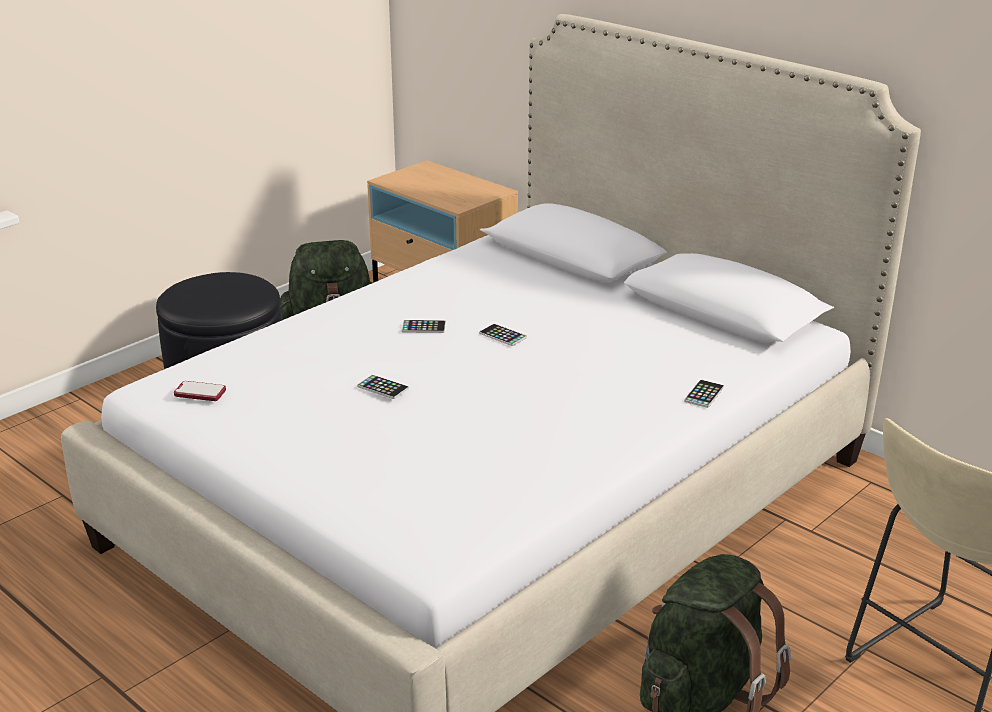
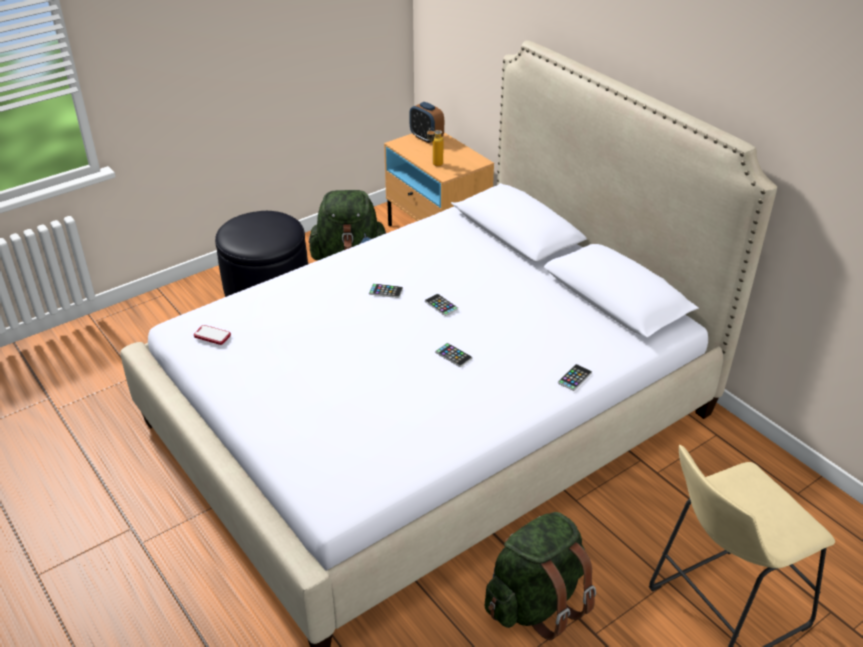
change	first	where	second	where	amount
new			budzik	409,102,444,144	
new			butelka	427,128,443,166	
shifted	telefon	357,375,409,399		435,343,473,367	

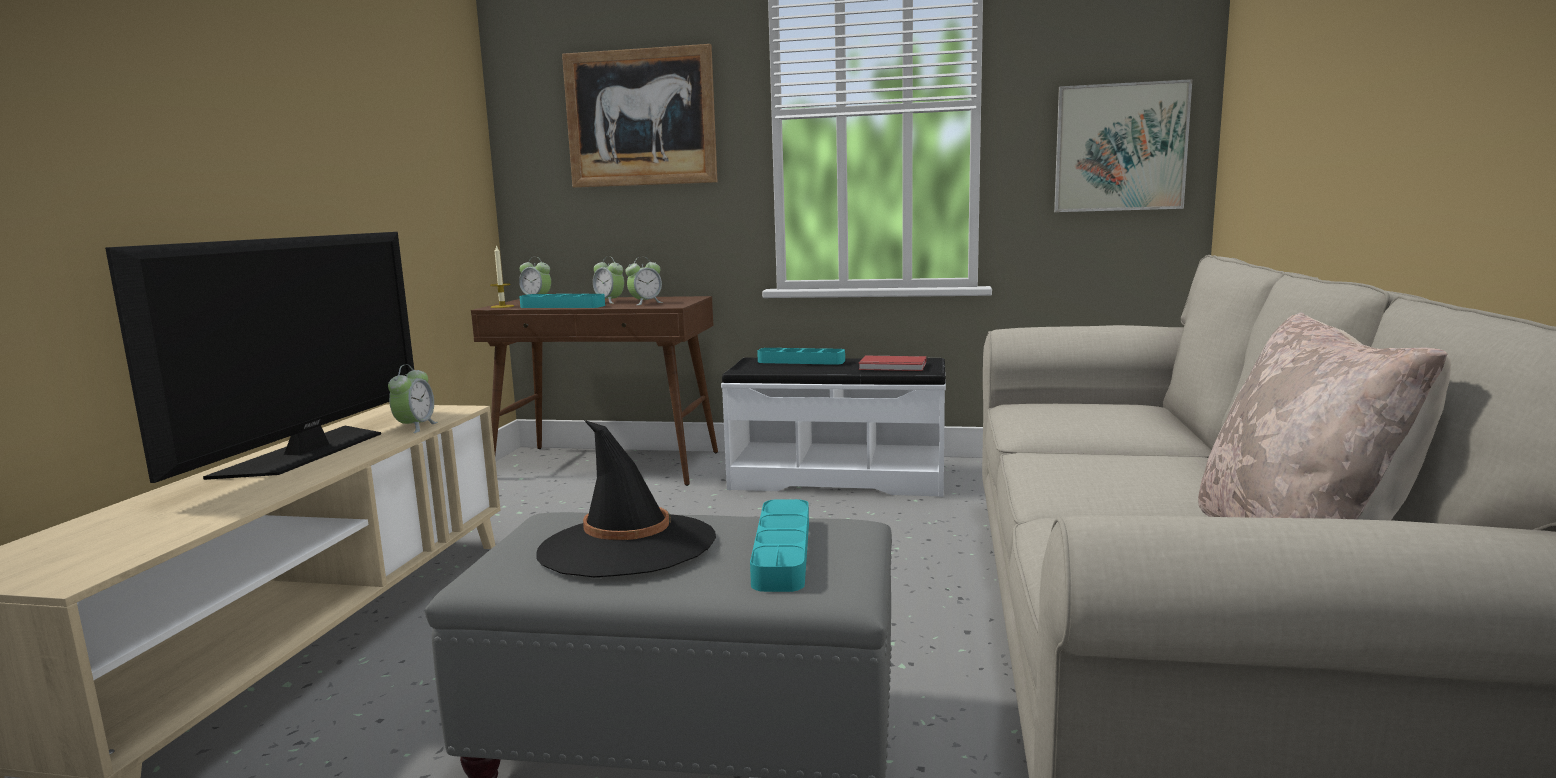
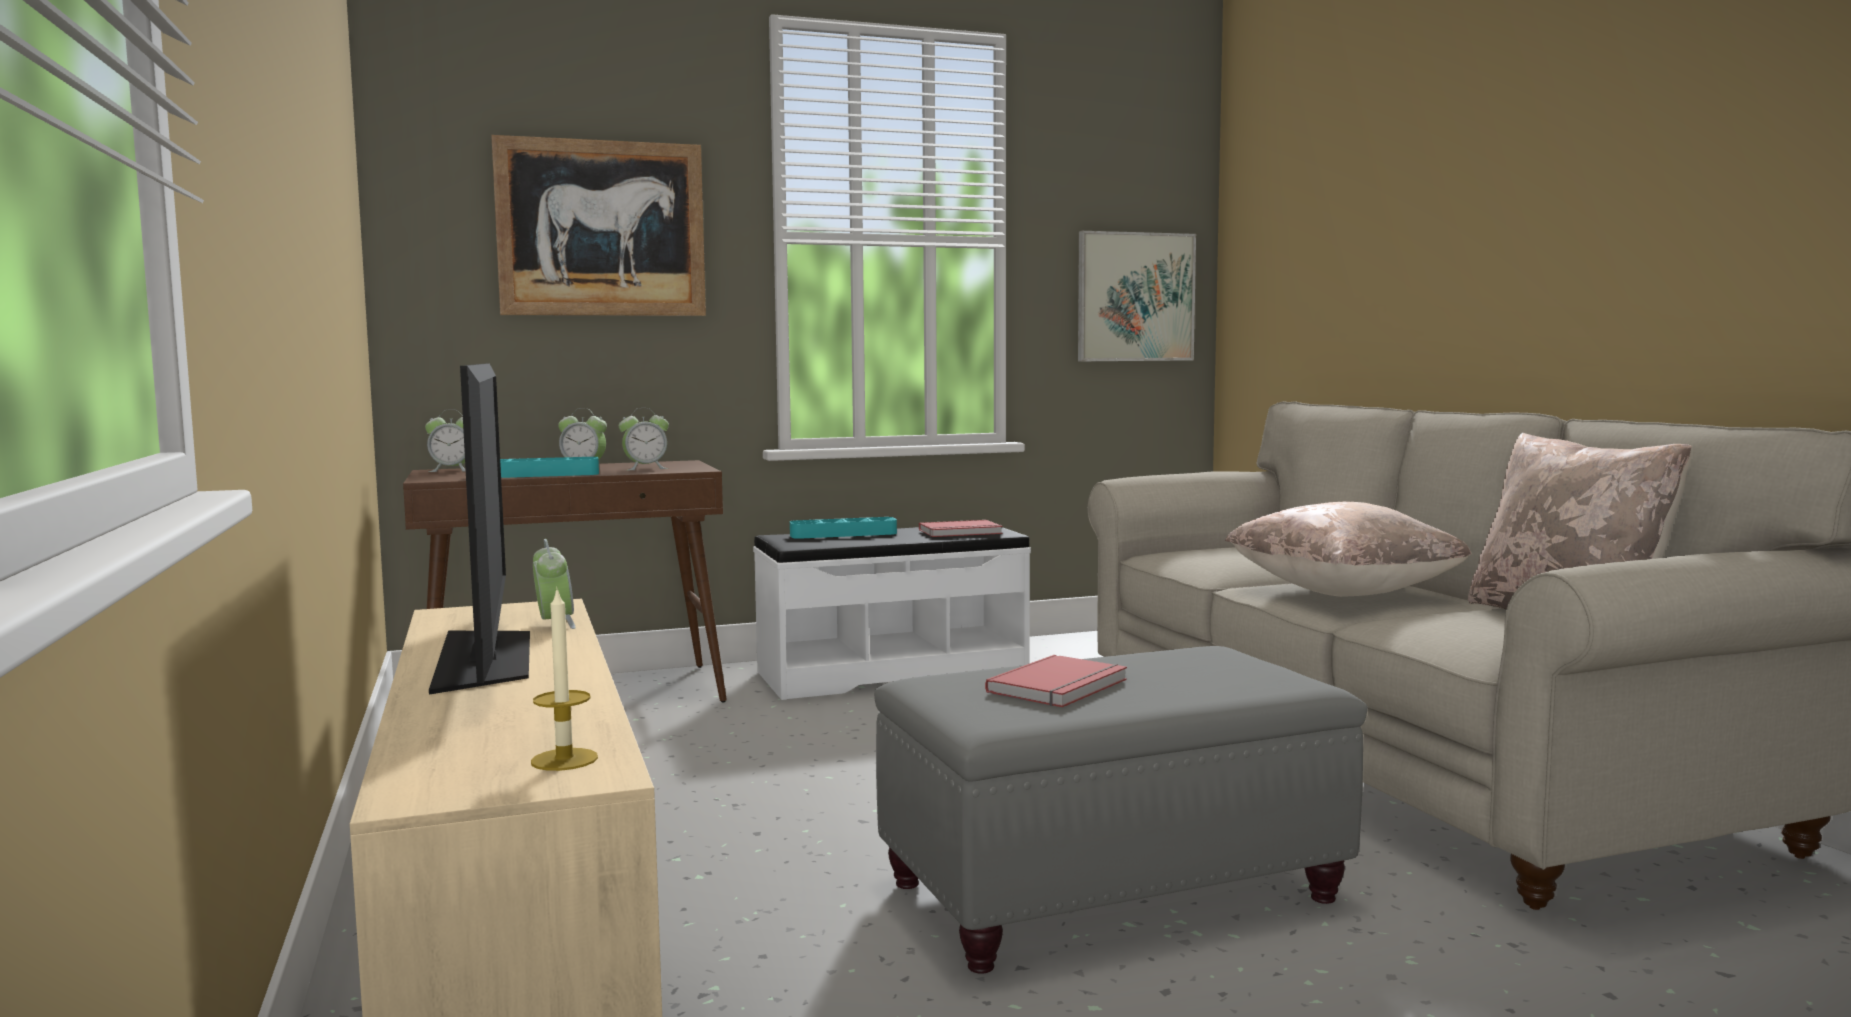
change	first	where	second	where	amount
gone	taca (turkusowy)	750,499,809,592			
new			poduszka (beżowy)	1225,502,1472,597	
shifted	świeca	490,245,514,308		531,587,598,771	
swapped	kapelusz (czarny)	537,420,716,577	książka (czerwony)	985,655,1127,707	
rotated	budzik	625,257,664,305		619,408,669,470	45 degrees clockwise

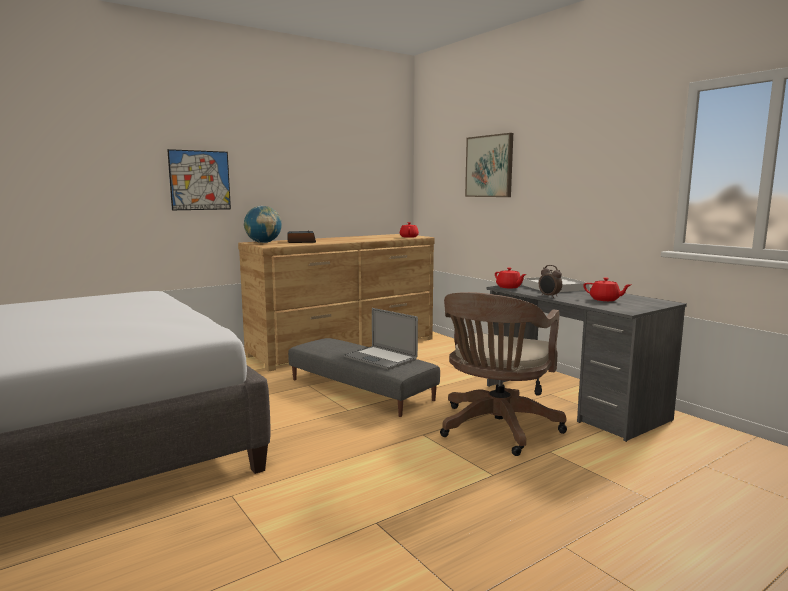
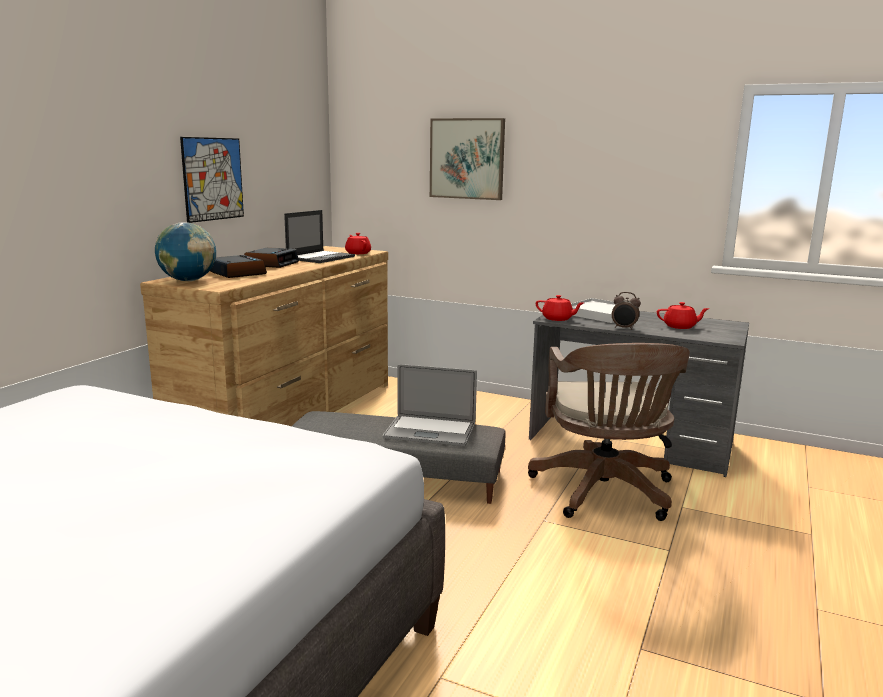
change	first	where	second	where	amount
new			budzik	244,247,299,268	
new			laptop	284,210,355,263	
shifted	obraz	167,149,231,210		180,137,244,223	

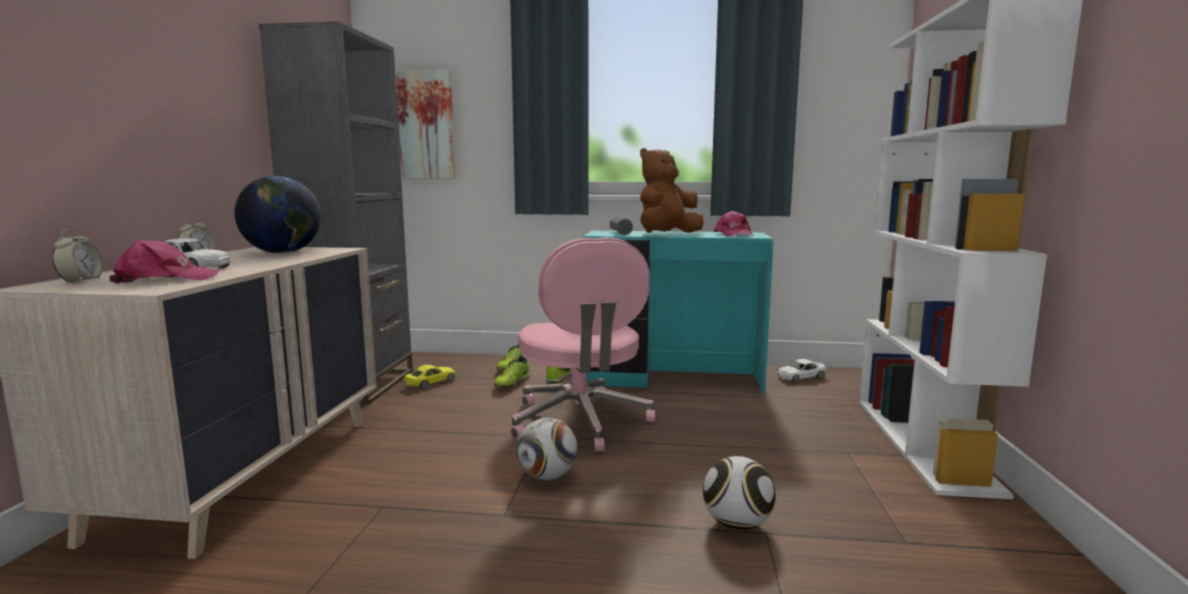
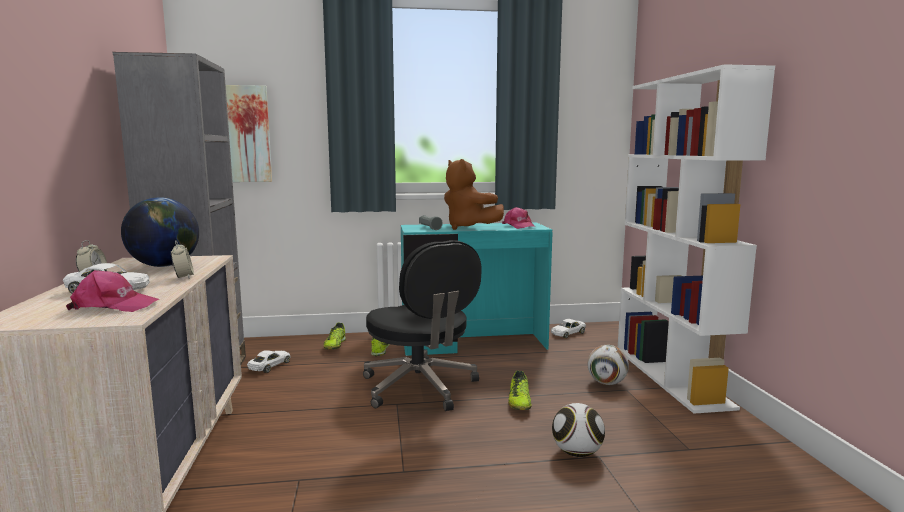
change	first	where	second	where	amount
shifted	budzik	52,229,103,284		171,240,194,279	
shifted	but	494,356,530,388		508,371,532,410	
shifted	piłka futbolowa	517,418,578,480		588,345,629,385	
repainted	samochodzik (żółty)	404,365,456,389	samochodzik (biały)	247,350,290,373	
repainted	krzesło biurowe (różowy)	511,237,655,452	krzesło biurowe (czarny)	363,240,481,411	
rotated	czapka z daszkiem (różowy)	110,240,219,284		66,270,159,312	45 degrees clockwise
rotated	pluszak (brązowy)	640,148,704,233		444,159,504,230	75 degrees counterclockwise

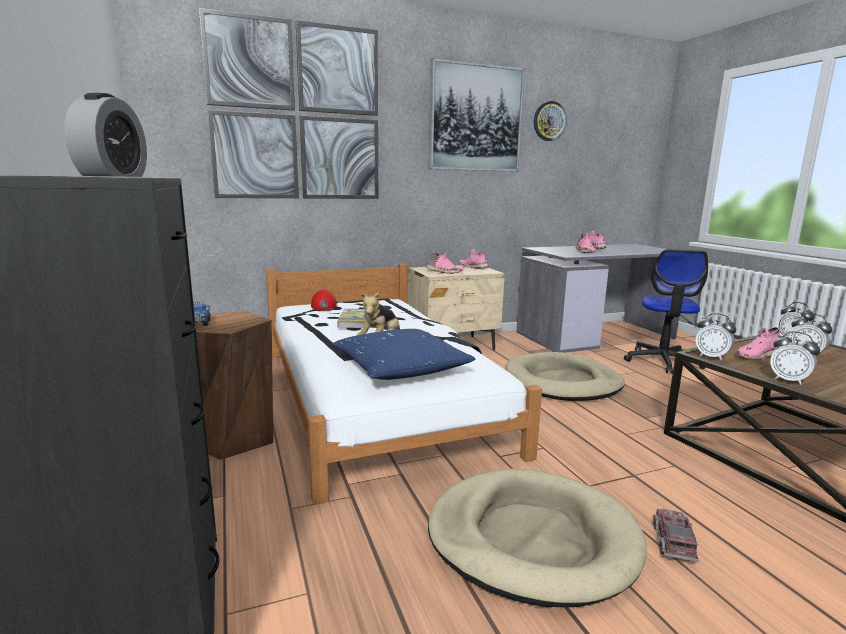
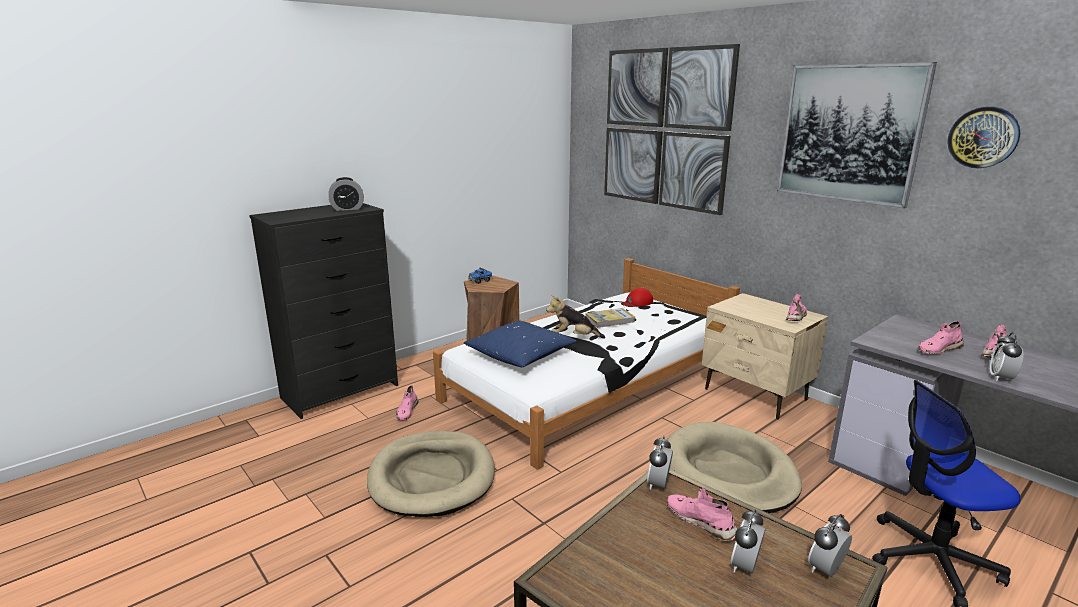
change	first	where	second	where	amount
gone	ciężarówka zabawkowa	653,508,699,562			
shifted	but (różowy)	426,252,463,274		396,385,419,420	
shifted	budzik	770,331,820,385		990,333,1024,381	

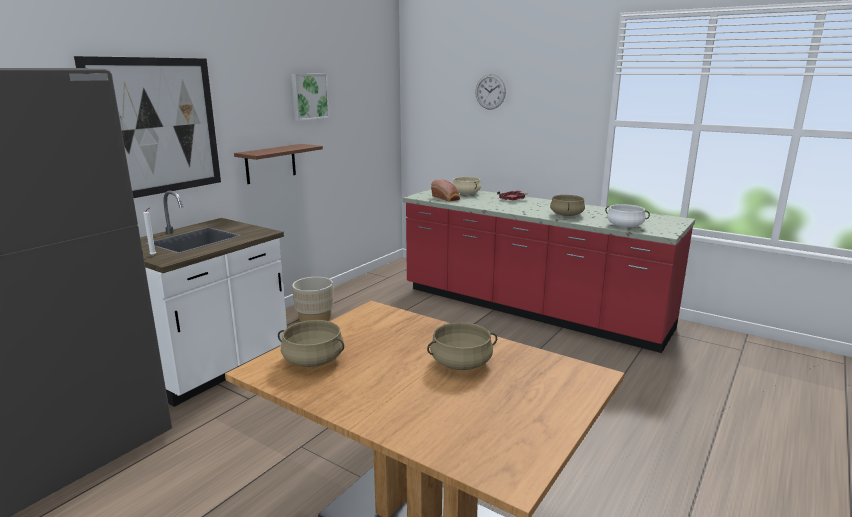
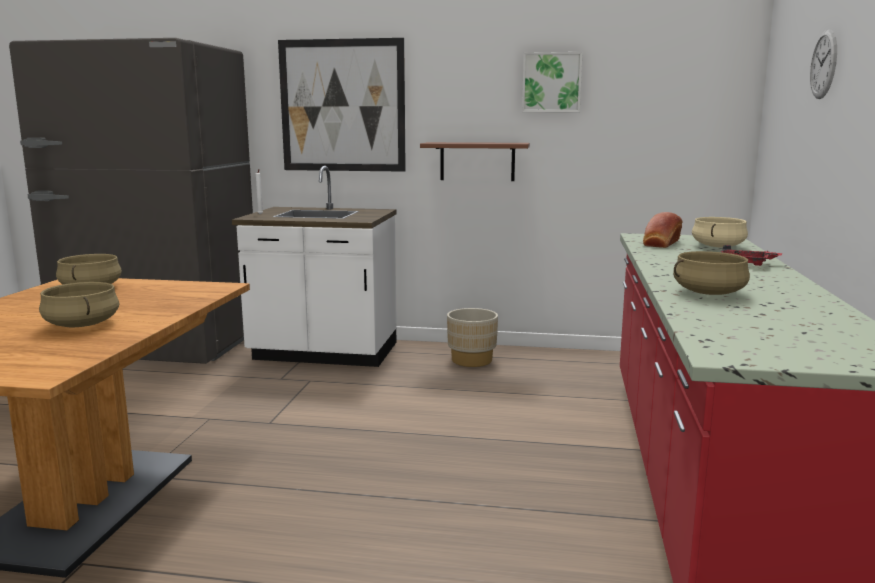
change	first	where	second	where	amount
gone	garnek (biały)	605,204,650,228			

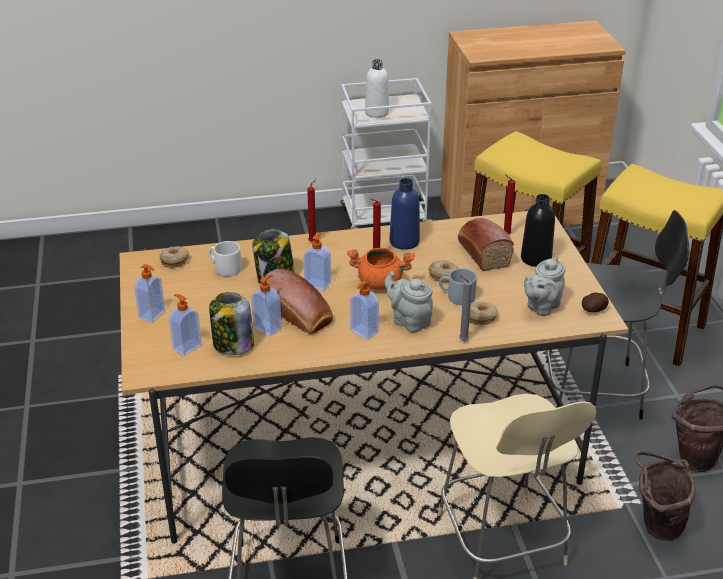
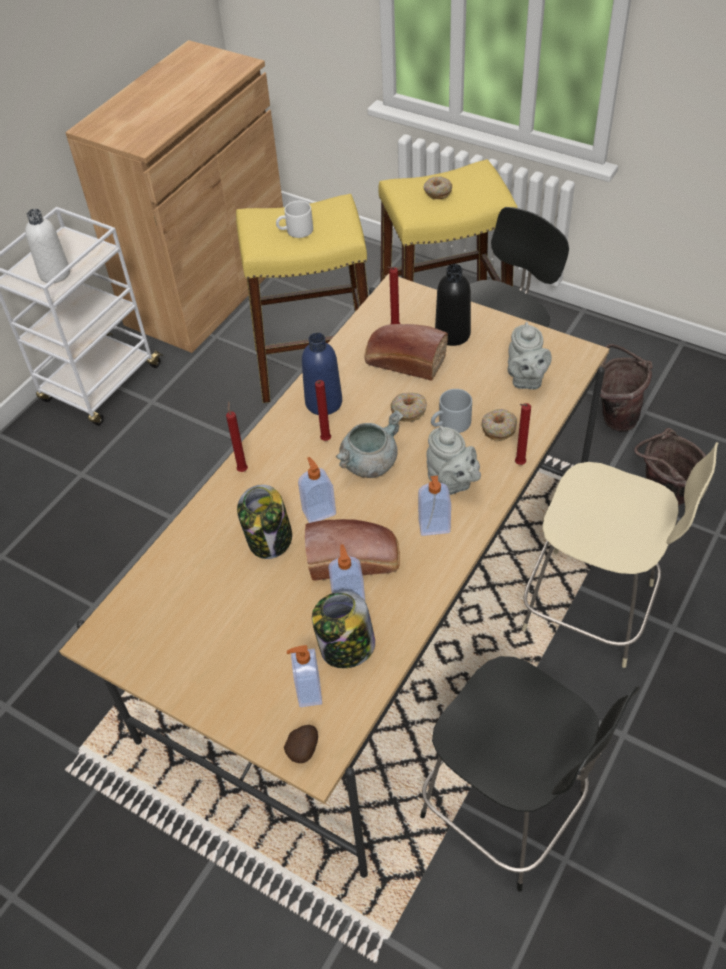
change	first	where	second	where	amount
gone	dozownik mydła	134,264,165,323			
shifted	donut	160,246,189,268		424,176,452,199	
shifted	kubek (biały)	208,241,242,276		276,201,313,238	
shifted	ziemniak	582,292,609,312		284,725,318,763	
repainted	garnek (pomarańczowy)	347,248,415,290	garnek (szary)	336,410,403,478	
repainted	świeca (szary)	459,275,472,341	świeca (czerwony)	515,403,531,465	
rotated	imbryk (szary)	384,271,433,332		426,426,481,495	120 degrees counterclockwise

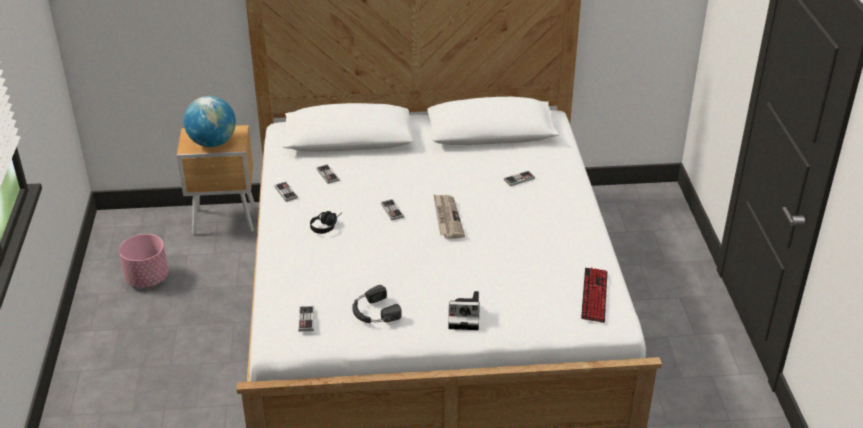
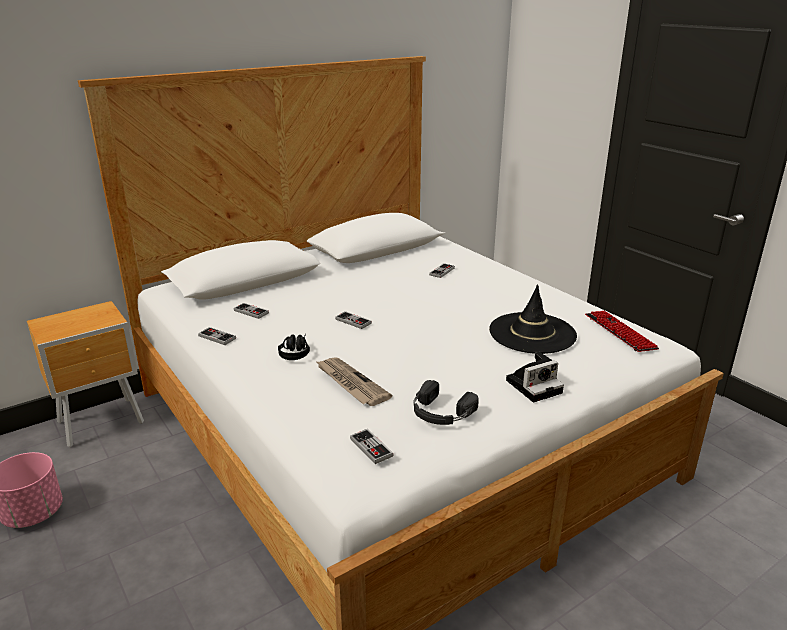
change	first	where	second	where	amount
gone	globus	184,96,236,147			
new			kapelusz (czarny)	489,284,577,354	
shifted	gazeta	433,194,465,239		315,357,392,406	

